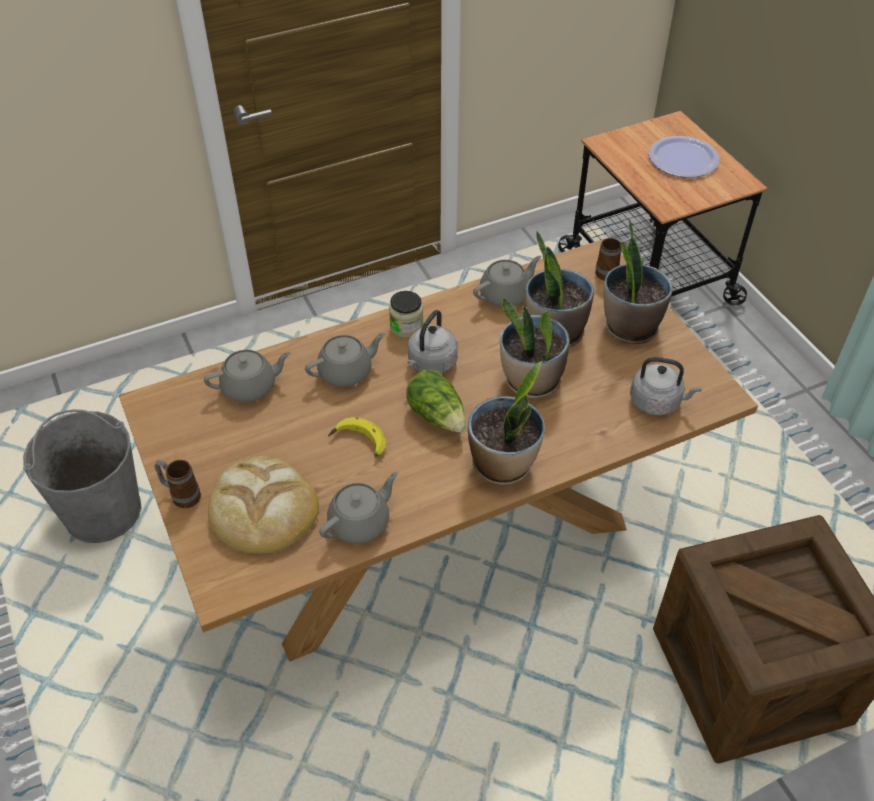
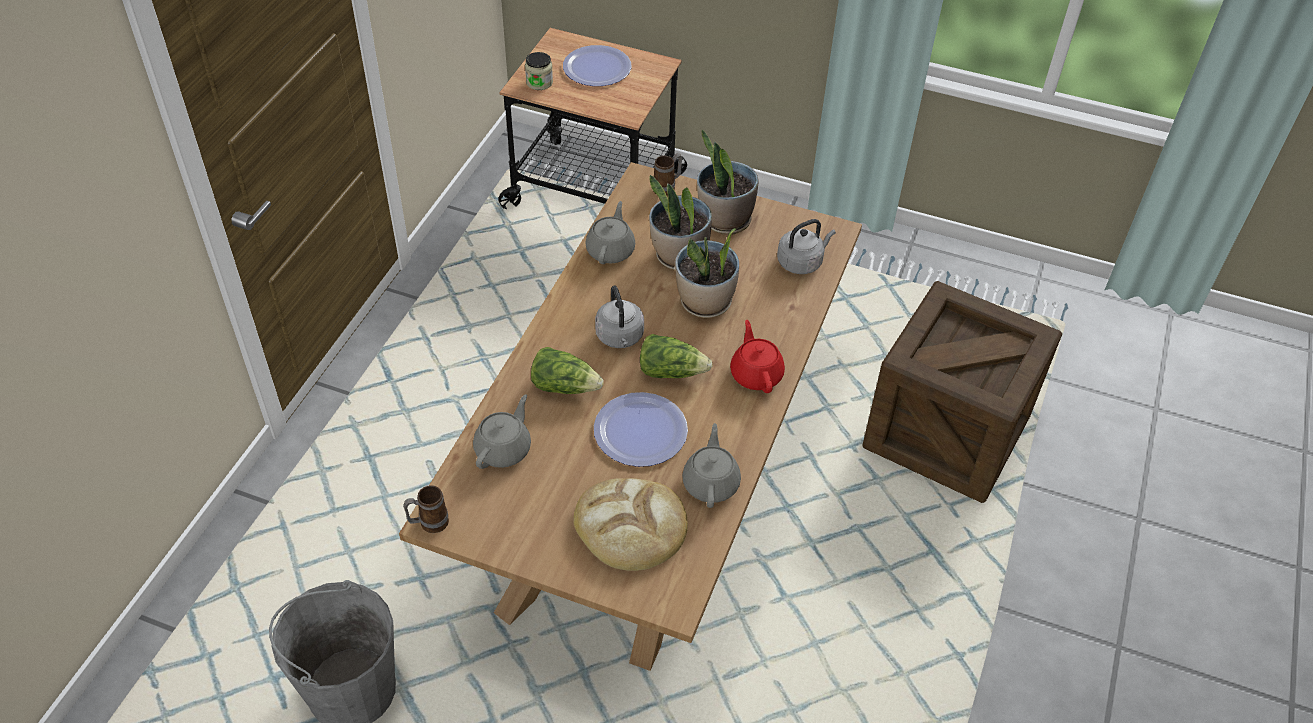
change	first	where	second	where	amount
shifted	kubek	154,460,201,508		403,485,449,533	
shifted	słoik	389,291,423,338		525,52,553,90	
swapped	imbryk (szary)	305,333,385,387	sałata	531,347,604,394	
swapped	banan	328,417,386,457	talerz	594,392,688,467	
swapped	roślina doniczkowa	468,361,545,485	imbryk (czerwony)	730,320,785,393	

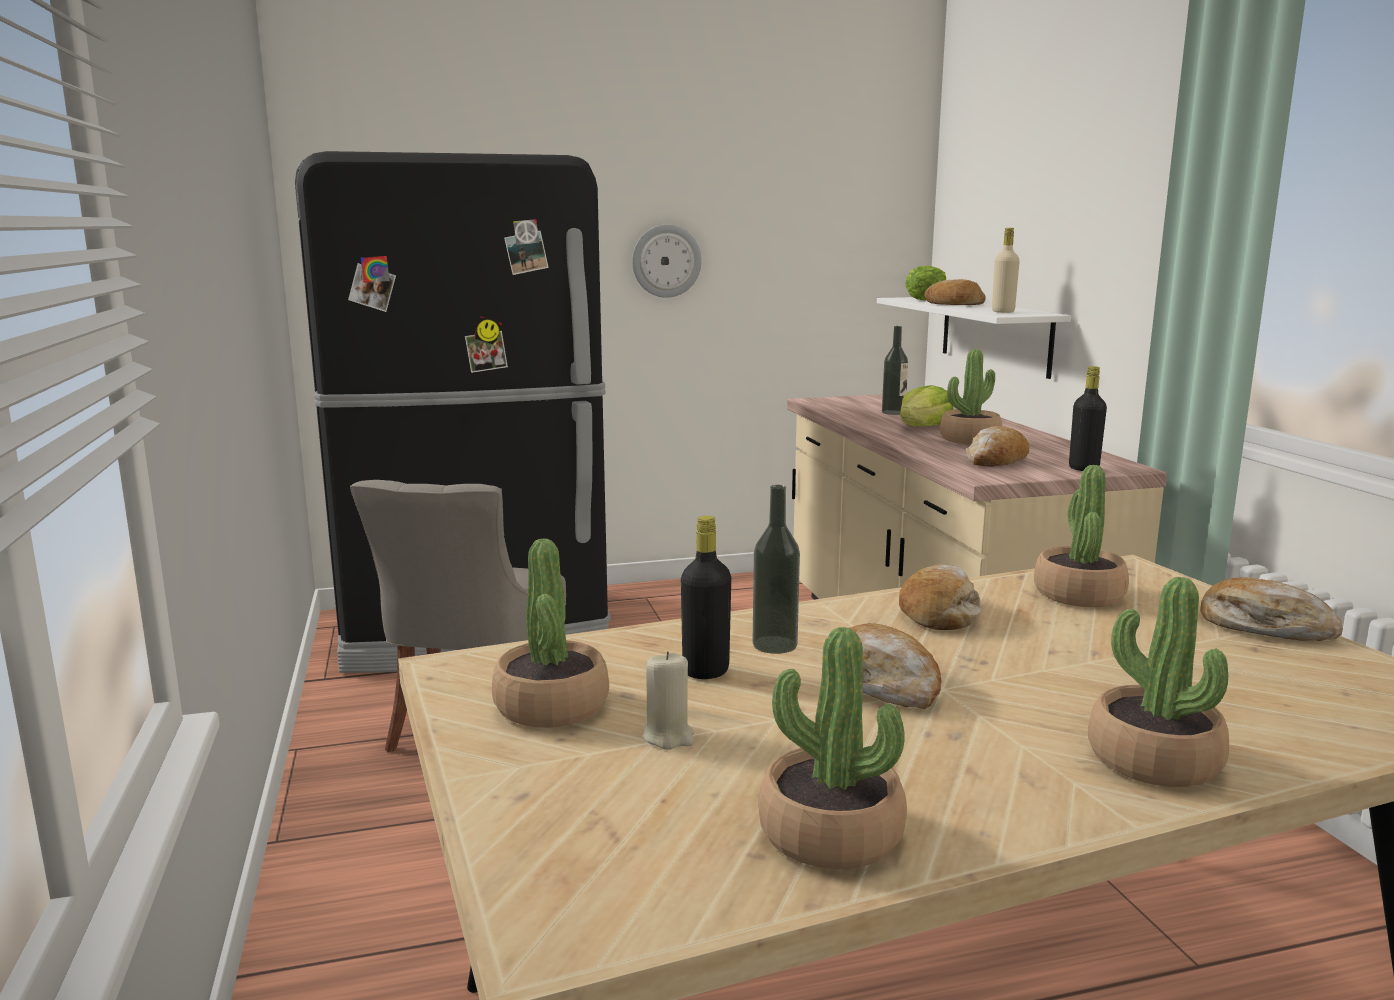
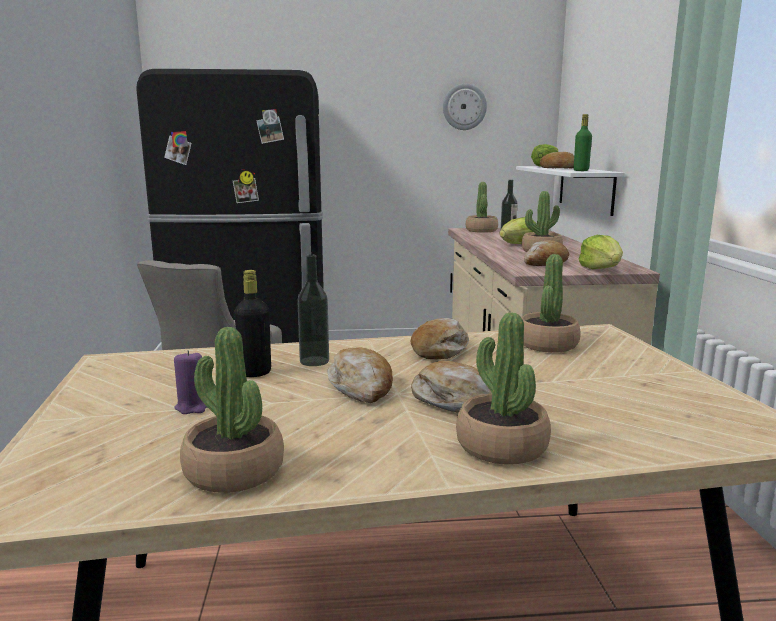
change	first	where	second	where	amount
shifted	roślina doniczkowa	492,538,609,728		466,182,498,233	
shifted	zegar ścienny	632,224,702,298		443,83,487,130	
shifted	chleb	1200,577,1343,641		411,361,492,413	
swapped	butelka (czarny)	1069,366,1107,471	sałata	578,235,623,269	
repainted	świeca (beżowy)	643,651,694,750	świeca (fioletowy)	174,350,208,414	
repainted	butelka (beżowy)	992,228,1020,313	butelka (zielony)	574,114,592,171	

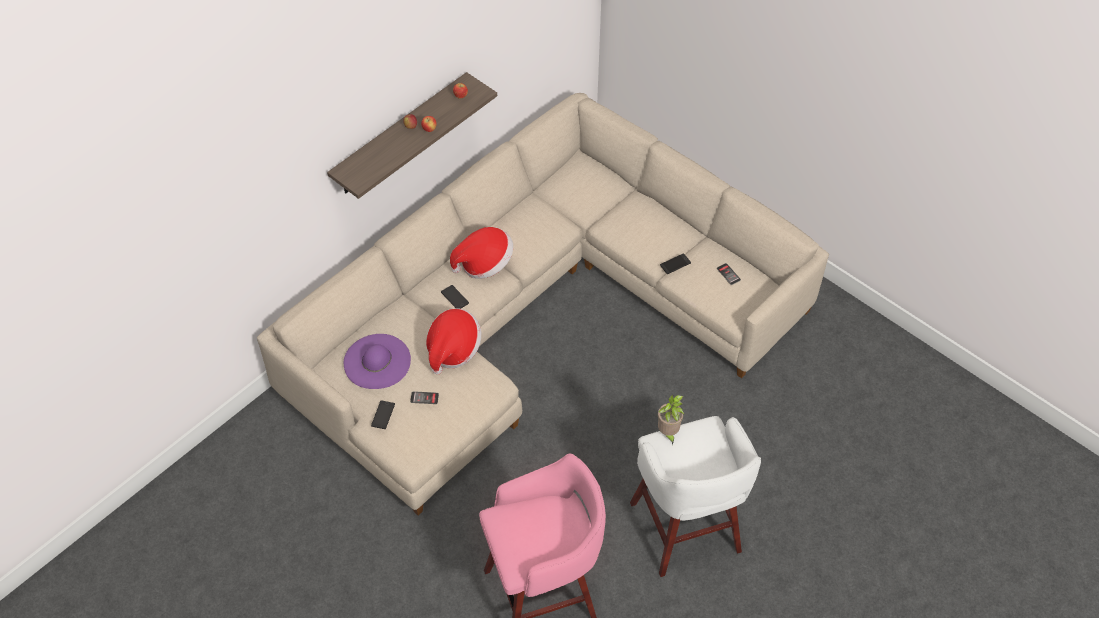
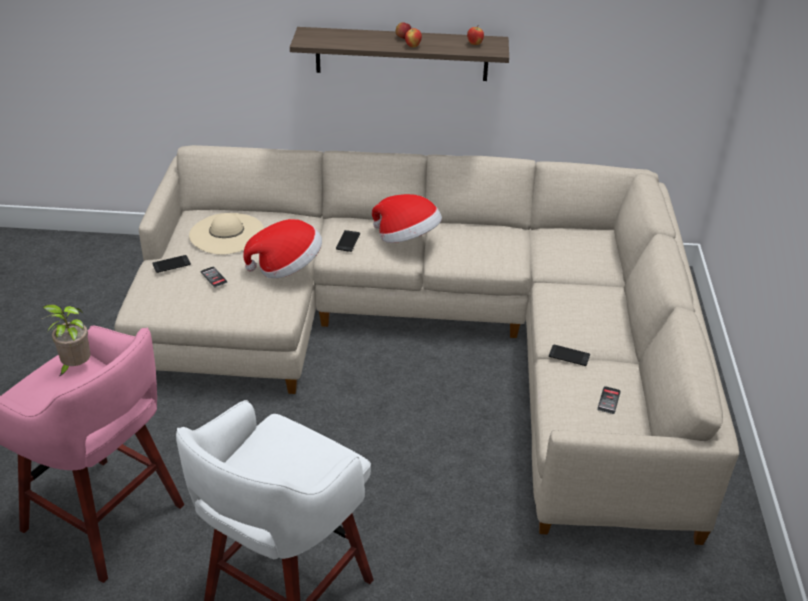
change	first	where	second	where	amount
shifted	roślina doniczkowa	658,395,684,445		42,304,91,377	
repainted	kapelusz (fioletowy)	344,334,411,389	kapelusz (beżowy)	189,213,264,254	

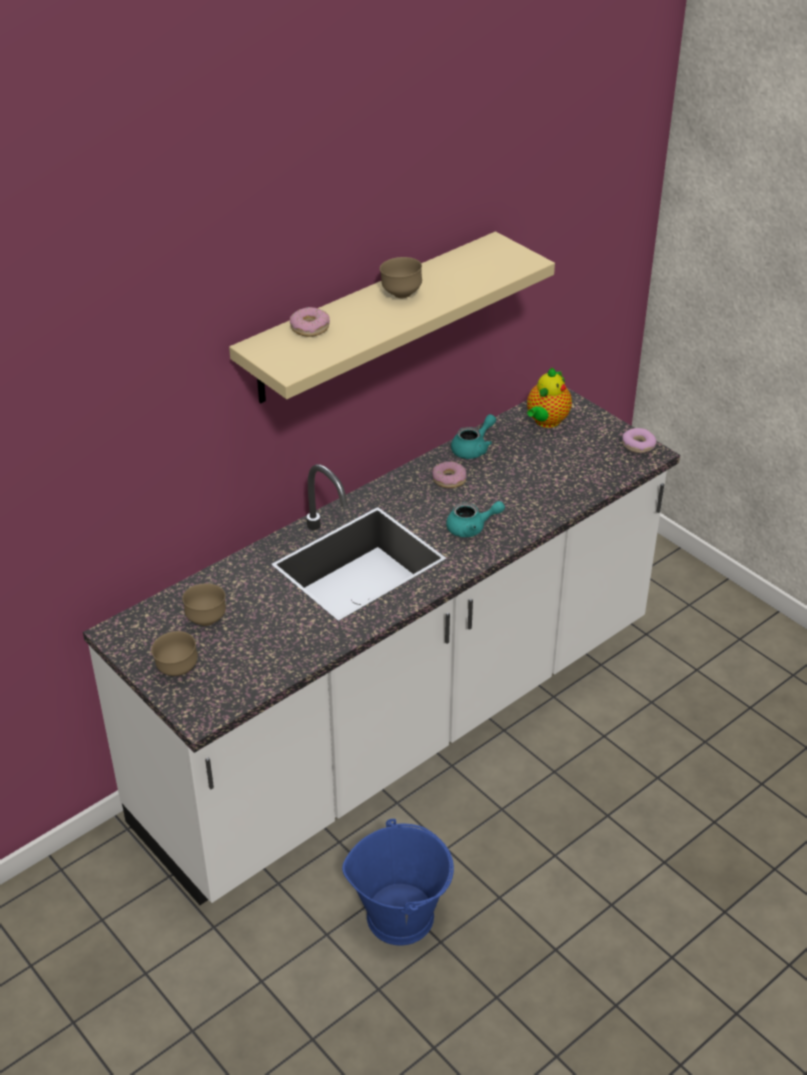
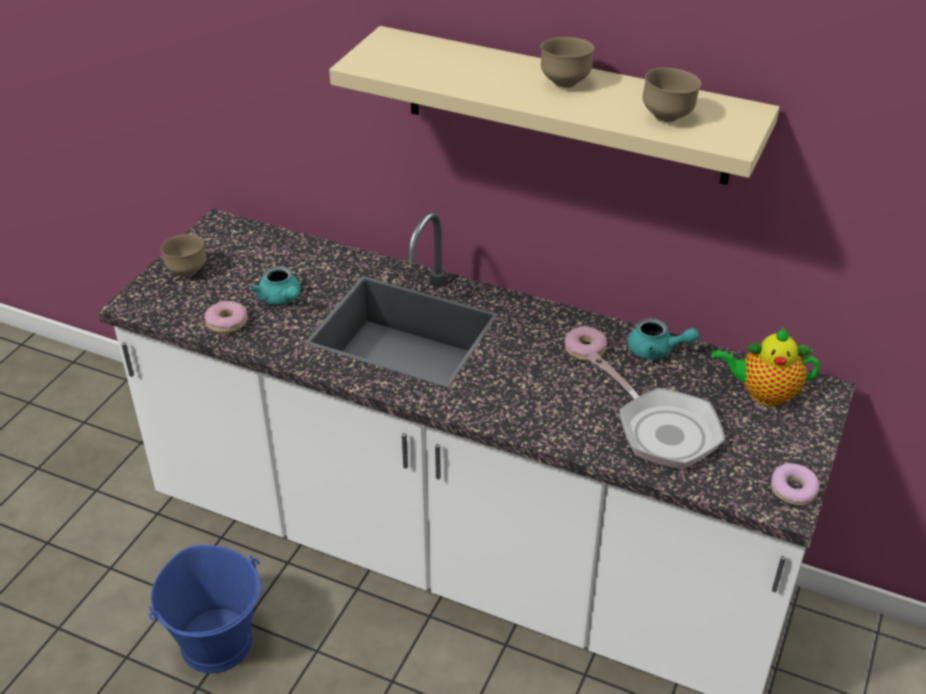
change	first	where	second	where	amount
new			patelnia	587,353,725,469	
shifted	miska (brązowy)	182,583,226,626		642,68,701,122	
shifted	donut	290,307,330,337		204,301,248,333	
shifted	imbryk (turkusowy)	446,501,505,537		251,266,301,305	

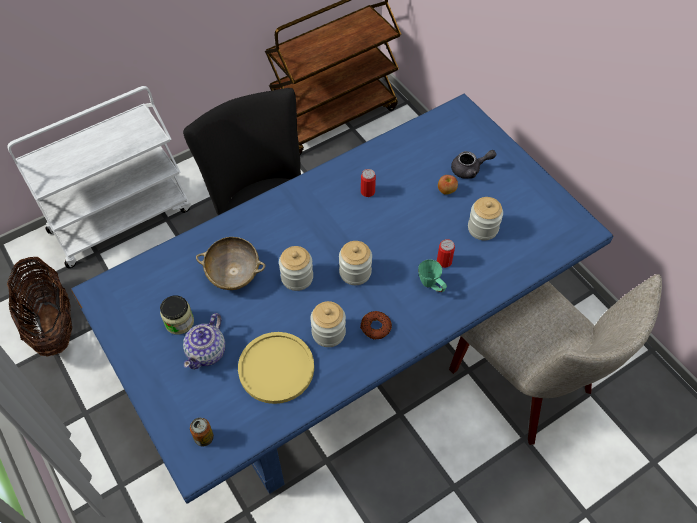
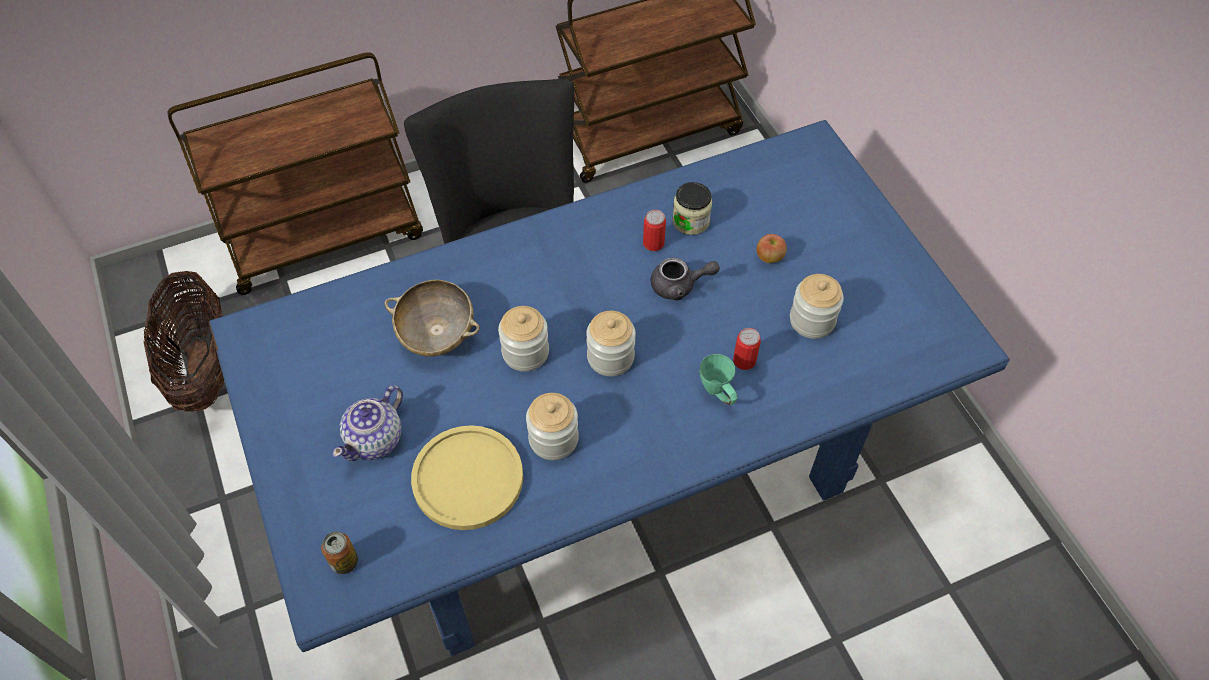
change	first	where	second	where	amount
gone	donut	360,311,392,340			
gone	krzesło (beżowy)	449,274,662,445			
shifted	słoik	160,296,194,334		672,182,712,235	
shifted	imbryk (szary)	451,150,496,179		651,257,720,300	
repainted	wózek (biały)	7,86,191,268	wózek (brązowy)	167,52,423,295	

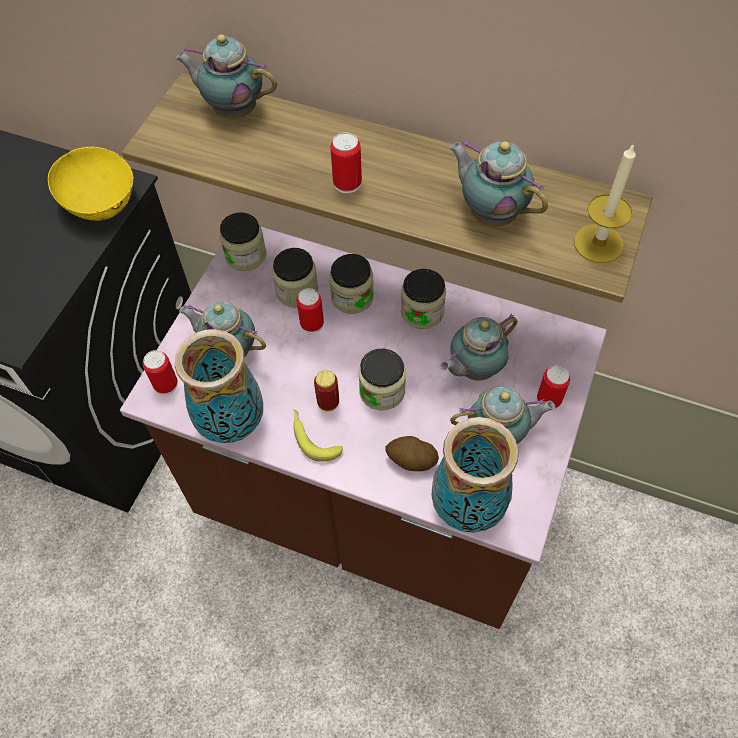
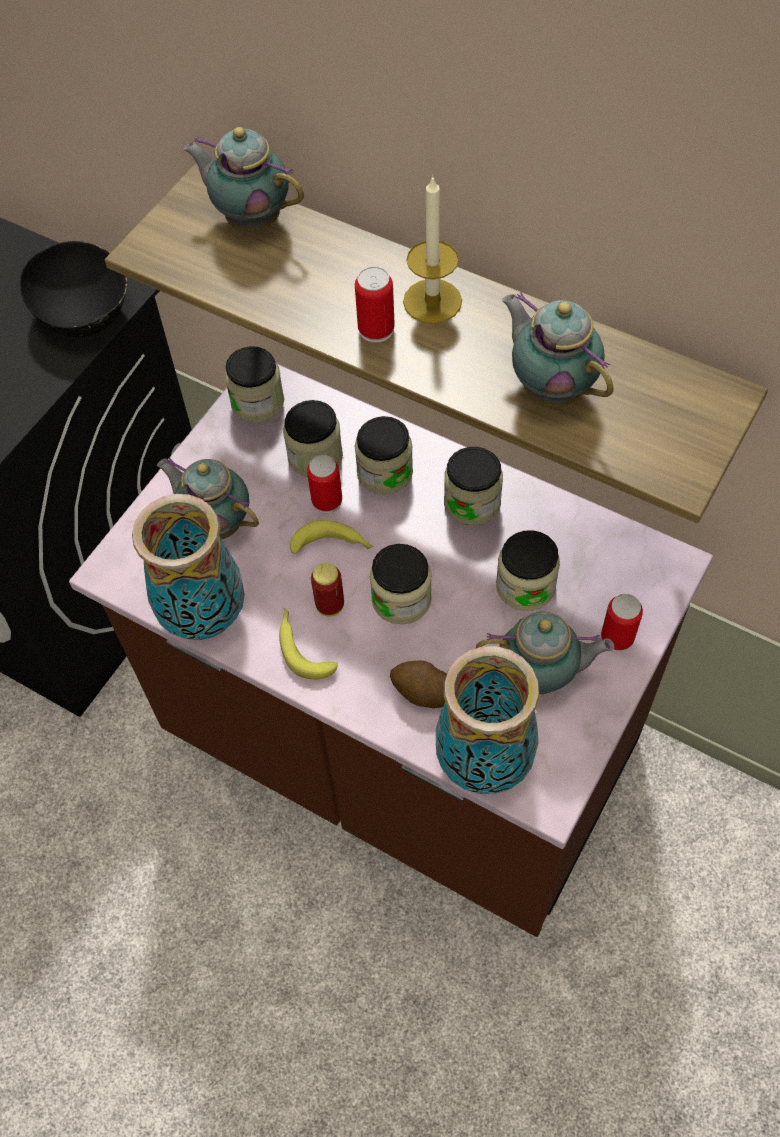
change	first	where	second	where	amount
gone	puszka	143,350,178,395			
new			banan	290,520,374,554	
shifted	świeca	574,143,636,263		403,175,462,324	
swapped	imbryk	440,314,517,381	słoik	496,530,560,611	
repainted	miska (żółty)	48,147,134,221	miska (czarny)	20,241,127,338	

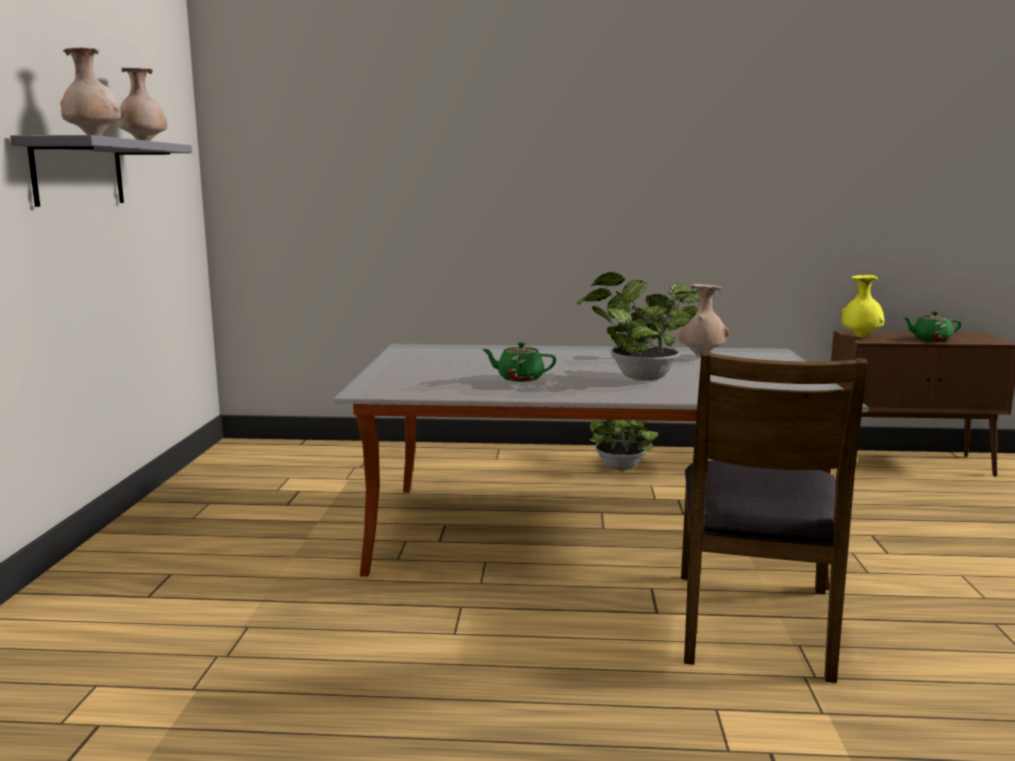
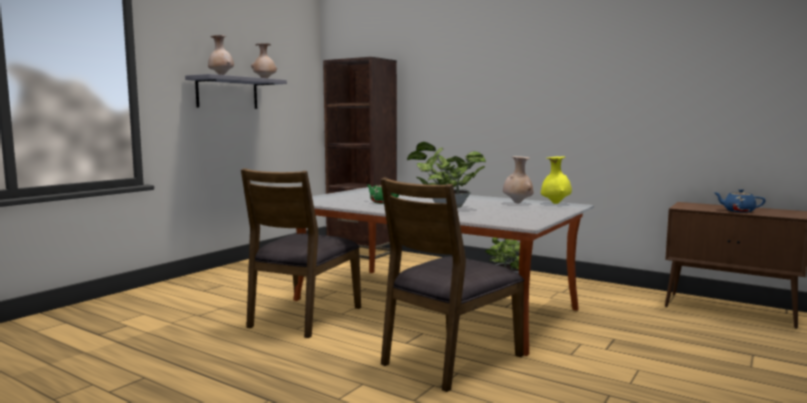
change	first	where	second	where	amount
new			krzesło (brązowy)	241,168,361,338	
new			regał (brązowy)	323,57,397,259	
shifted	wazon (żółty)	841,275,884,338		541,157,572,204	
repainted	imbryk (zielony)	903,312,962,342	imbryk (niebieski)	713,189,766,213	

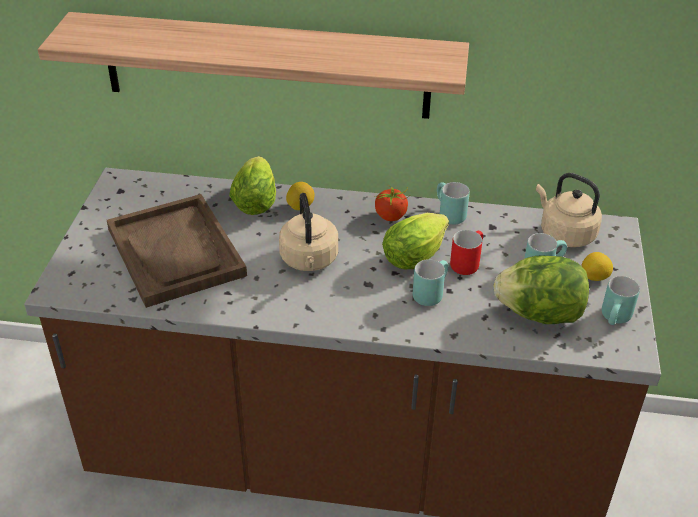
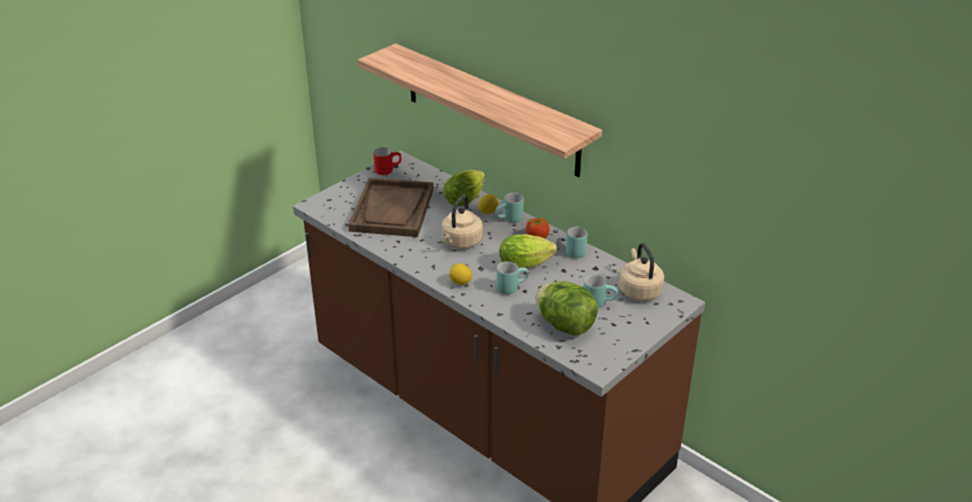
change	first	where	second	where	amount
shifted	kubek (czerwony)	450,230,483,275		373,147,402,175	
shifted	cytryna	581,252,613,281		449,263,472,285	
shifted	kubek (turkusowy)	602,276,640,325		495,192,524,222	

